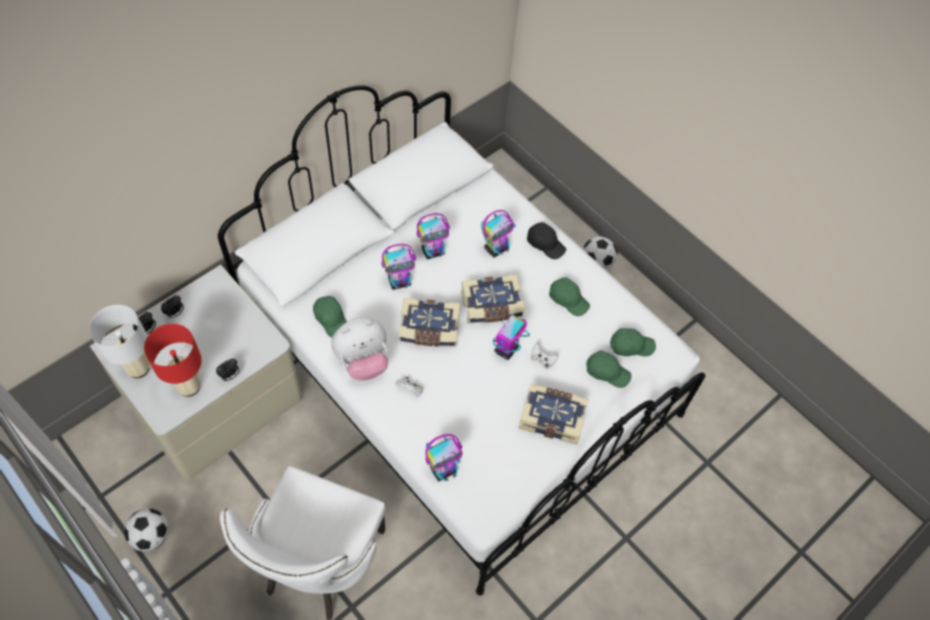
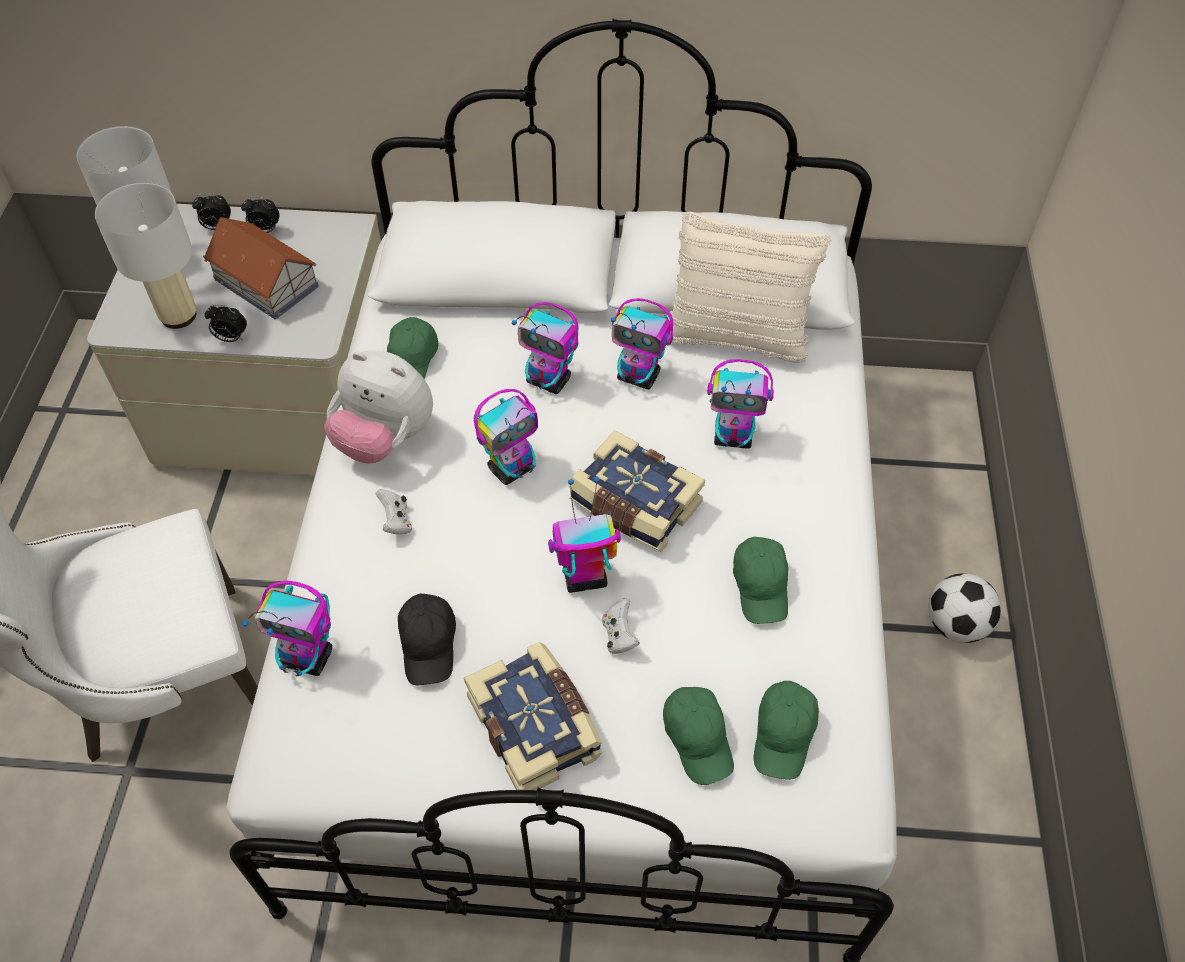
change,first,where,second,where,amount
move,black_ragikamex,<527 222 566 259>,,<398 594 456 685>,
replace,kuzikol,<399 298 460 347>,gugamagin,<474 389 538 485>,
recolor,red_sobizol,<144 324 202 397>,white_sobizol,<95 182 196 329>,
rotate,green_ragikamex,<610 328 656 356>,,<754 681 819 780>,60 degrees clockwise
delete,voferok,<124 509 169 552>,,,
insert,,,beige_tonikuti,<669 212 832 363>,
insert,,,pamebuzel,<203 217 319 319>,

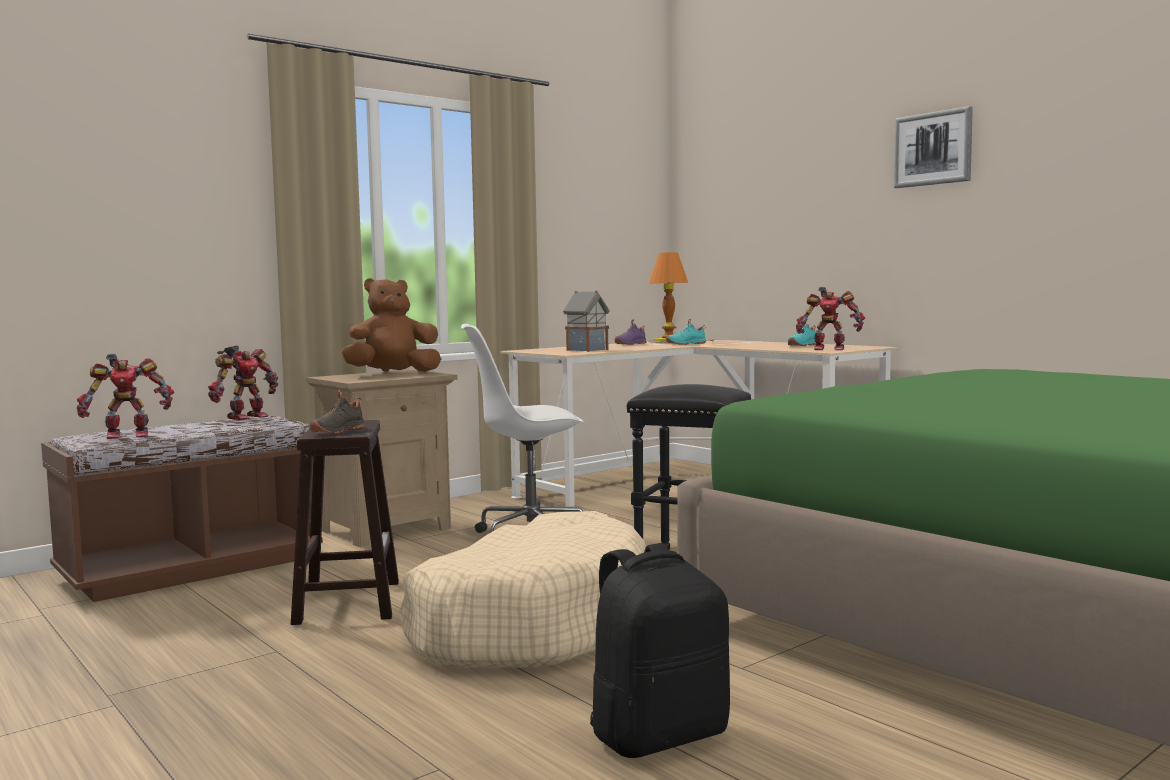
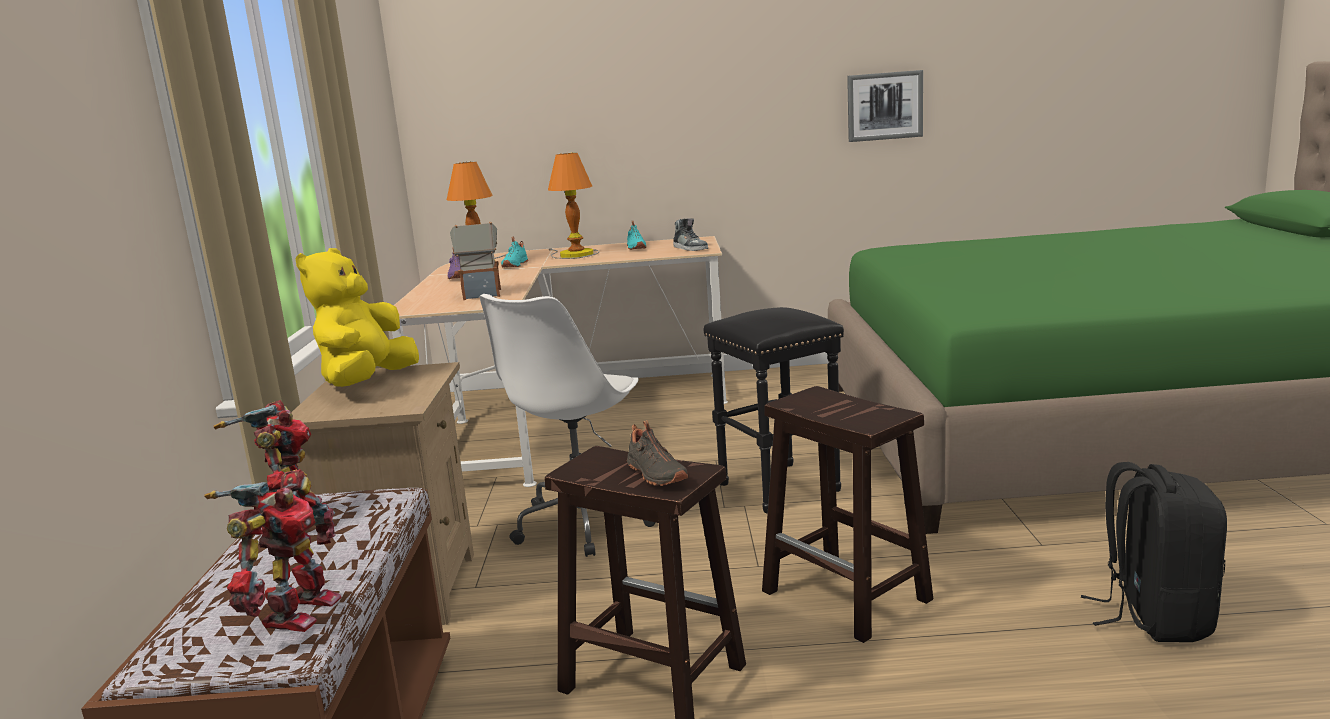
change,first,where,second,where,amount
move,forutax,<894 106 973 188>,,<847 70 923 142>,
recolor,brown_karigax,<342 278 441 372>,yellow_karigax,<295 248 419 387>,
replace,gugamagin,<796 287 865 350>,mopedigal,<673 219 708 251>,
replace,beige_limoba,<401 511 646 668>,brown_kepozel,<762 386 933 643>,
insert,,,sobizol,<548 152 599 259>,

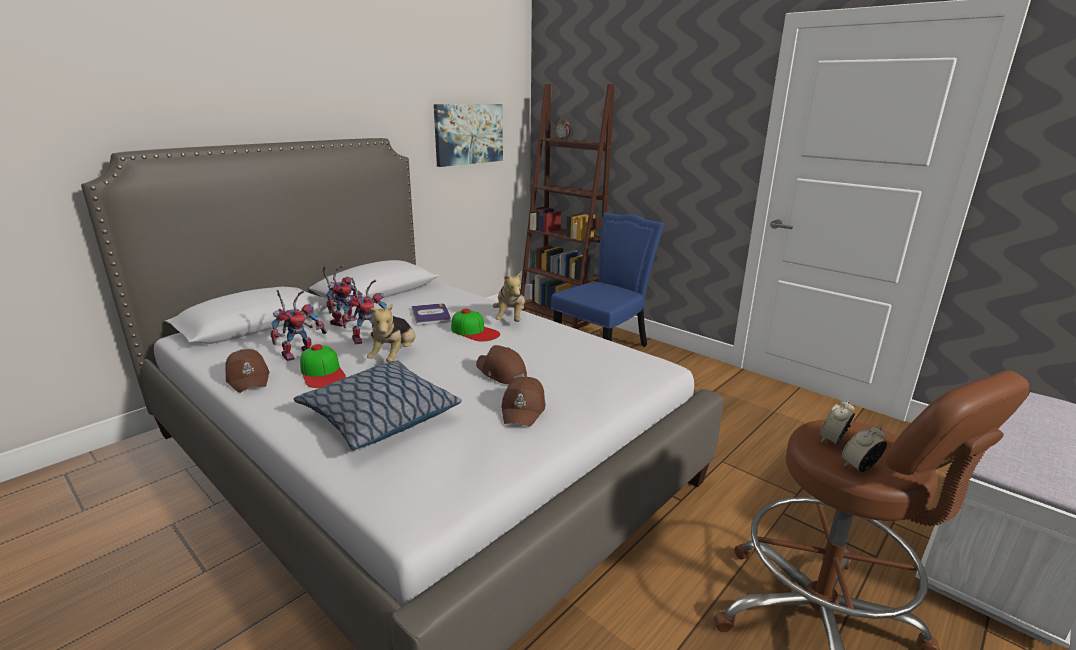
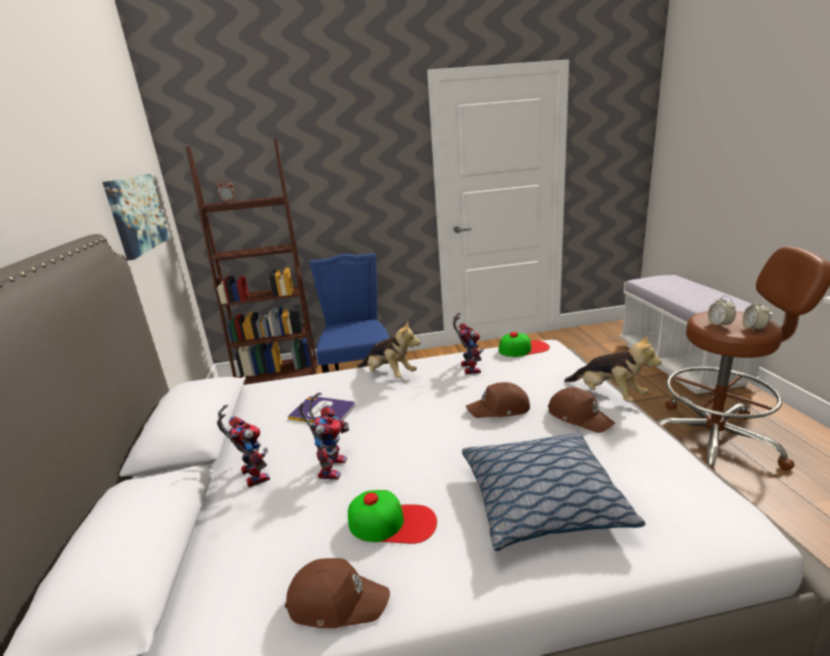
change,first,where,second,where,amount
move,gugamagin,<271 290 327 361>,,<453 313 484 374>,
move,karigax,<367 304 416 362>,,<564 334 662 402>,
move,ragikamex,<451 309 500 341>,,<499 332 550 357>,

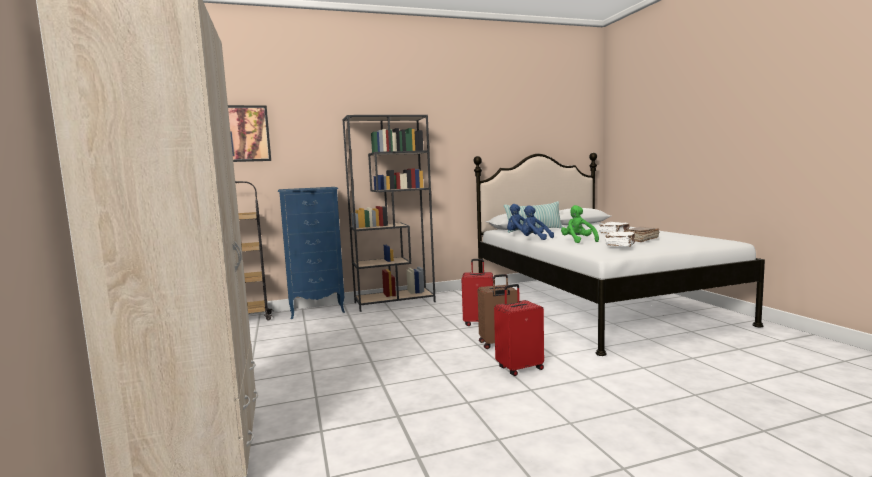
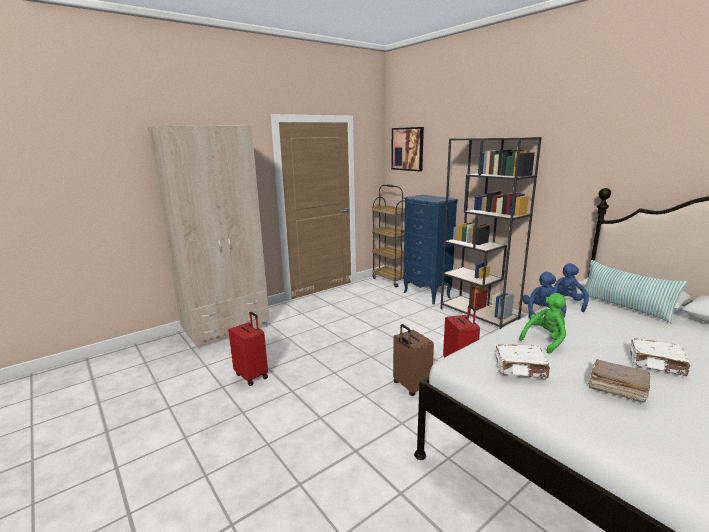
change,first,where,second,where,amount
move,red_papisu,<494 284 544 376>,,<228 312 268 386>,

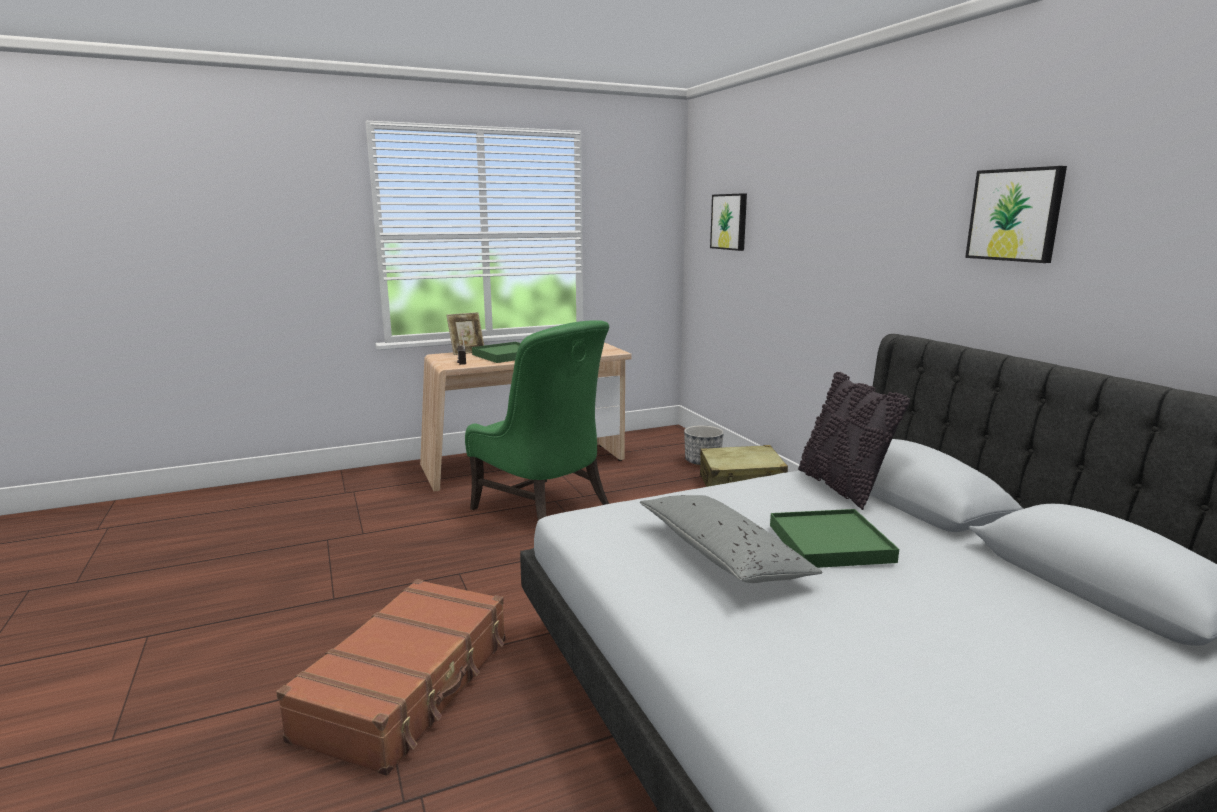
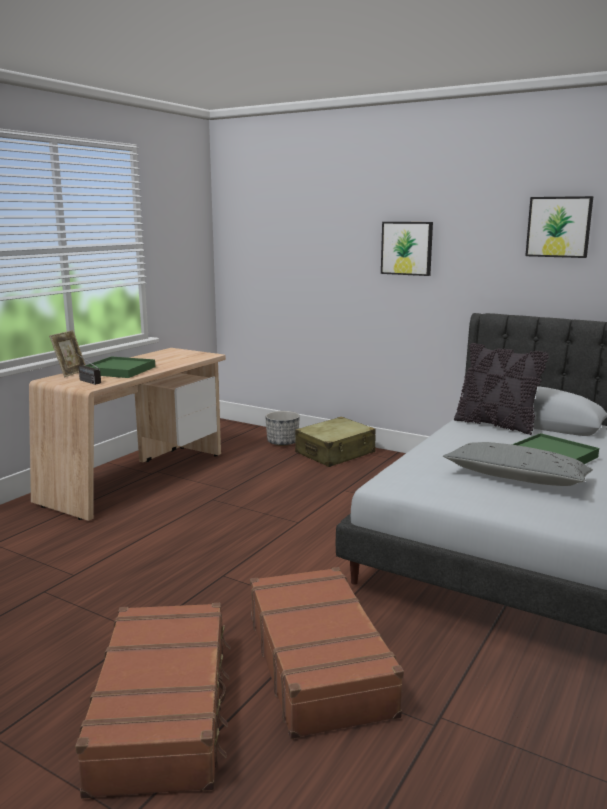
change,first,where,second,where,amount
move,forutax,<710 193 747 251>,,<381 222 433 276>,
delete,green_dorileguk,<465 320 609 521>,,,
insert,,,brown_papisu,<75 603 230 798>,

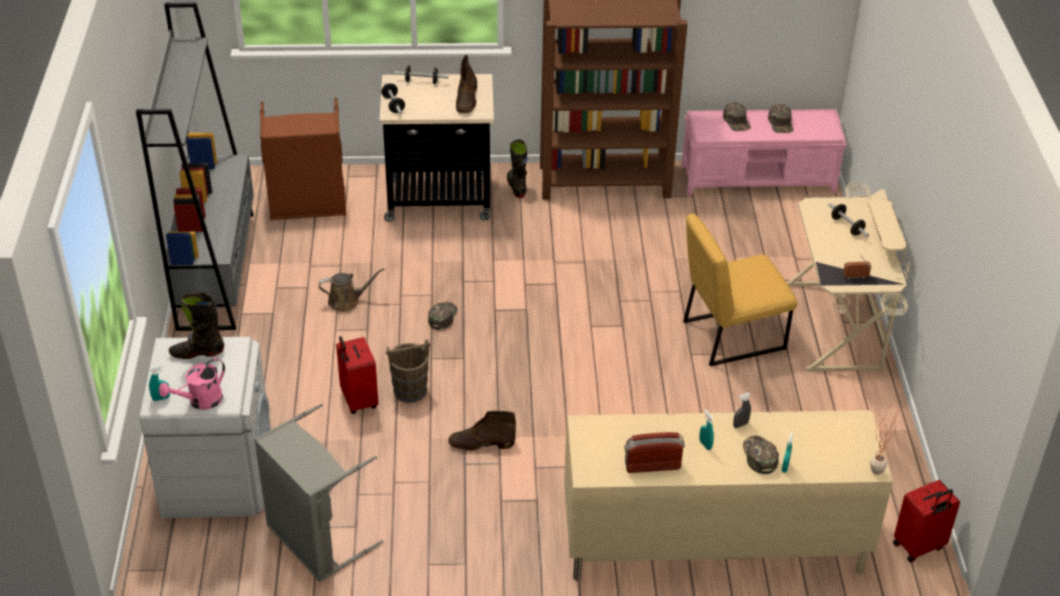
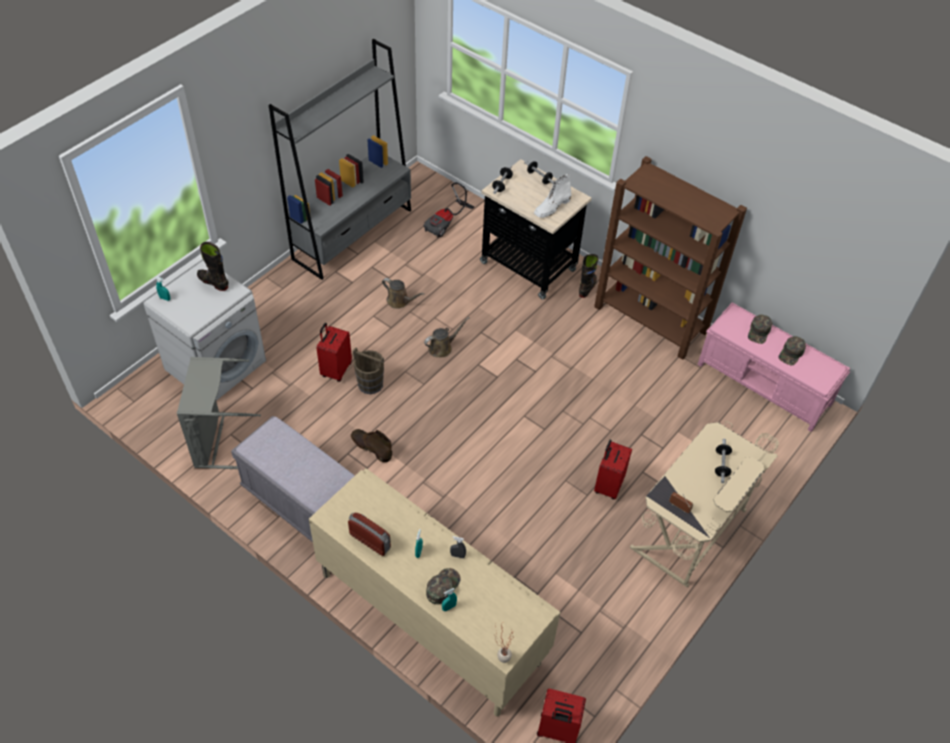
change,first,where,second,where,amount
recolor,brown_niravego,<456 55 477 113>,white_niravego,<534 174 571 218>,
replace,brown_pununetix,<260 97 346 221>,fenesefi,<424 182 474 238>,
replace,yellow_dorileguk,<683 213 797 366>,red_papisu,<594 439 632 500>,
replace,green_ragikamex,<428 302 458 330>,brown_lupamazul,<424 317 470 358>,
delete,pink_lupamazul,<159 358 225 410>,,,
insert,,,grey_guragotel,<231 416 355 542>,

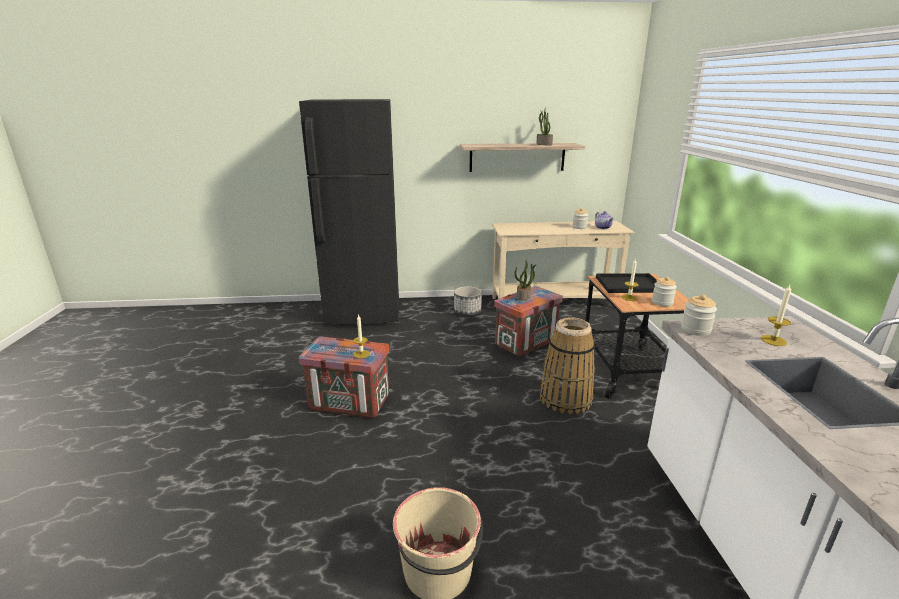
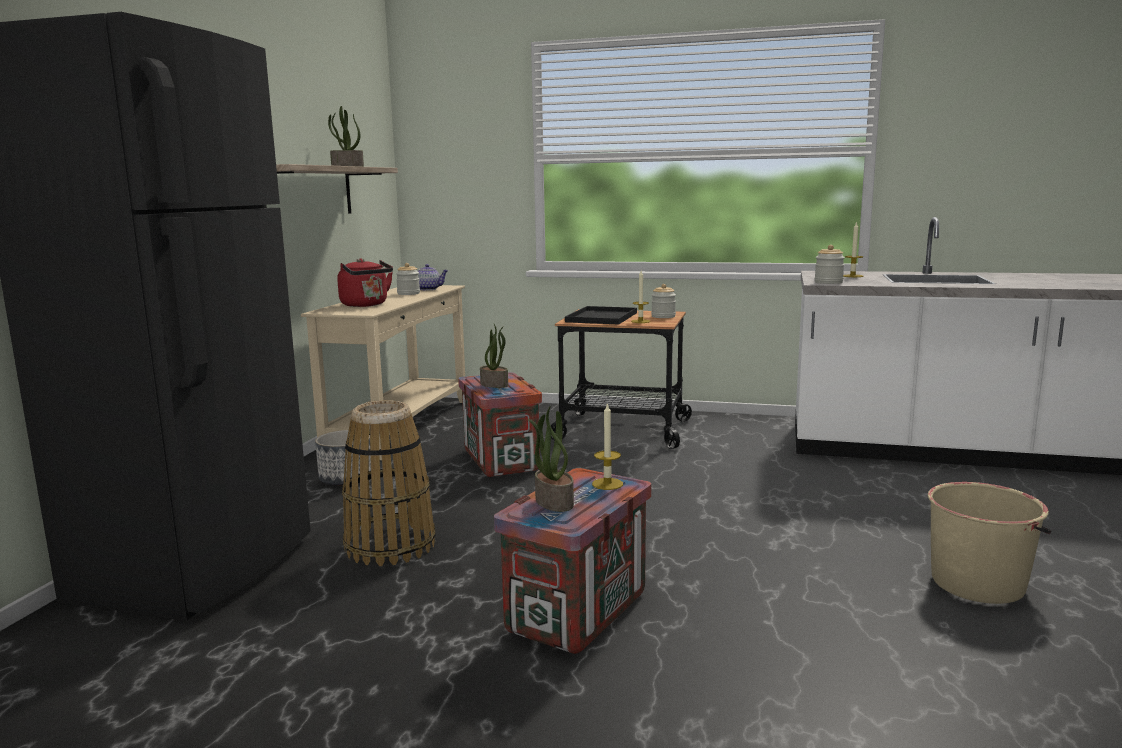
change,first,where,second,where,amount
move,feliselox,<540 317 595 414>,,<342 401 436 566>,
insert,,,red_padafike,<337 258 393 307>,
insert,,,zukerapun,<528 406 574 512>,

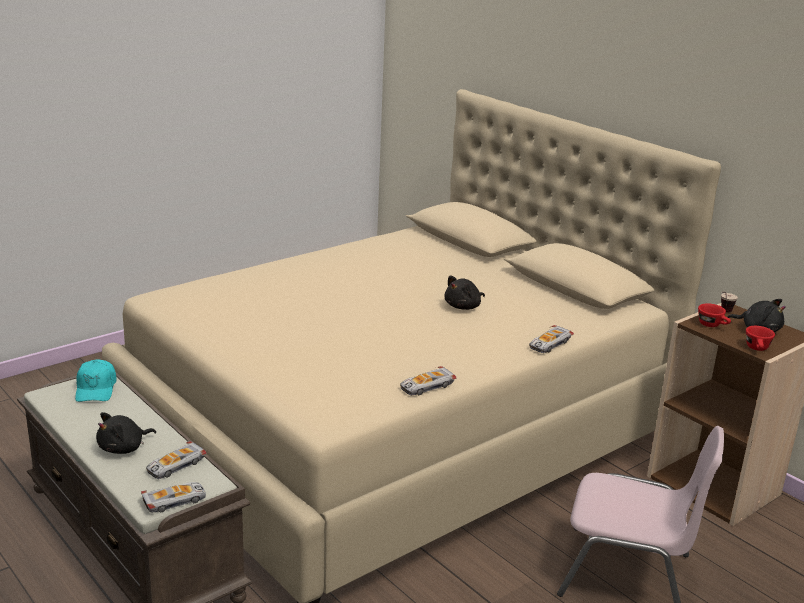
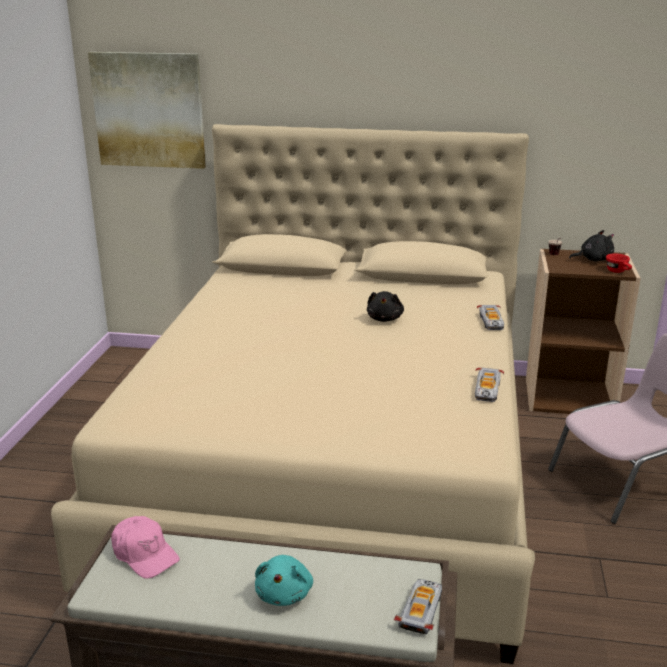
change,first,where,second,where,amount
delete,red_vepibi,<698 303 731 327>,,,
recolor,turquoise_ragikamex,<75 359 116 402>,pink_ragikamex,<111 516 180 579>,
recolor,black_karigax,<96 412 156 454>,turquoise_karigax,<255 555 313 606>,
delete,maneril,<146 441 207 479>,,,
insert,,,forutax,<88 52 206 169>,

